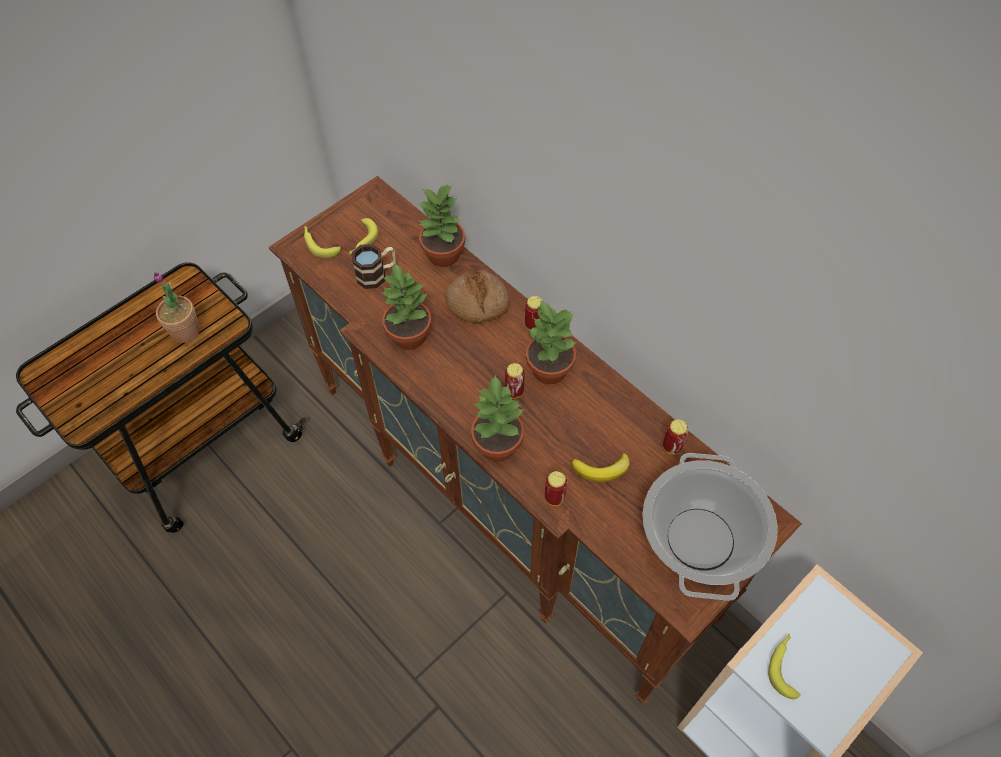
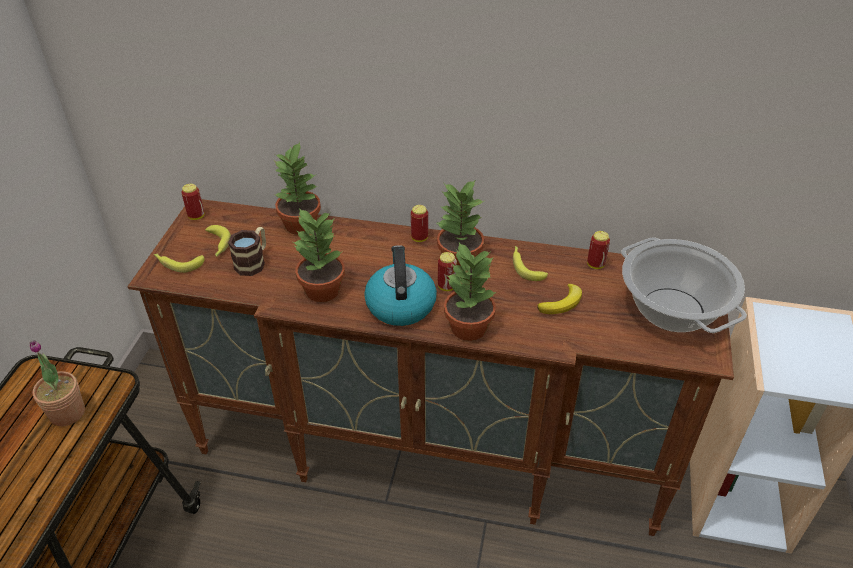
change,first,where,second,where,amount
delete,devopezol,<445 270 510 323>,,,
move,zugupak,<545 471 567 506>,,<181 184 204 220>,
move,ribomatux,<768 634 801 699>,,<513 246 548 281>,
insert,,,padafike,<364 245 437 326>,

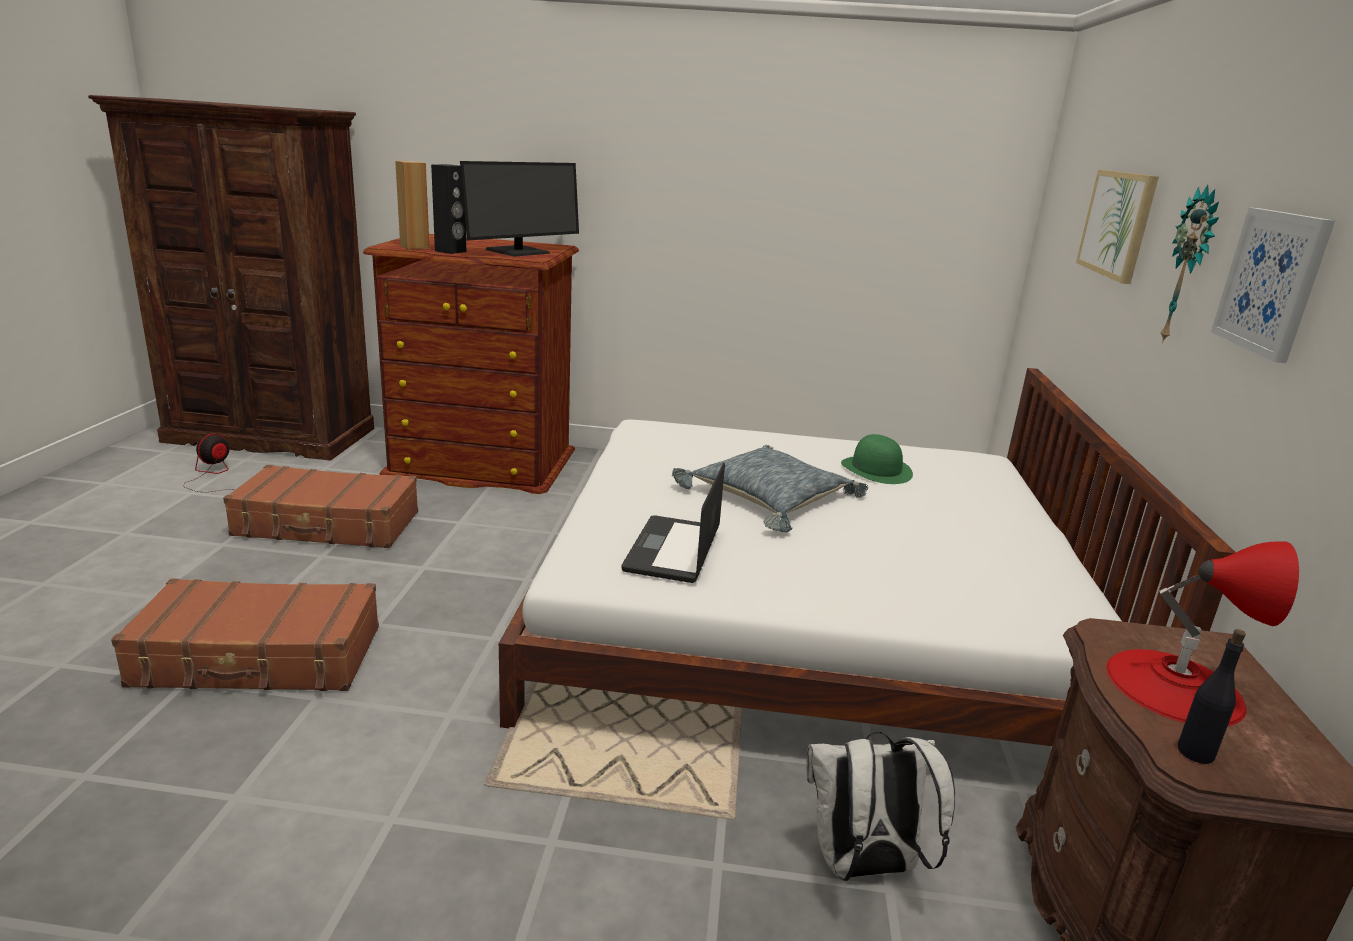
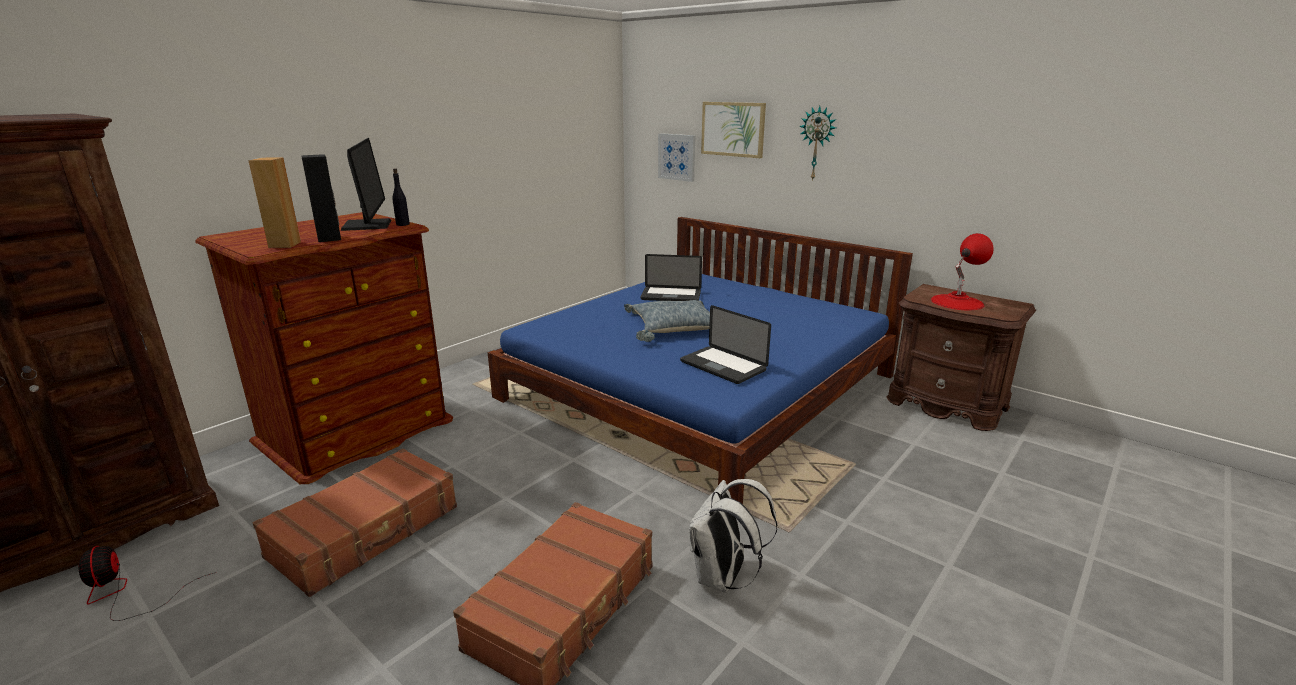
change,first,where,second,where,amount
move,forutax,<1211 208 1335 363>,,<658 133 695 182>,
recolor,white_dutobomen,<499 368 1236 746>,blue_dutobomen,<488 217 913 504>,
replace,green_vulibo,<841 434 913 484>,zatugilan,<641 254 702 301>,
move,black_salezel,<1177 629 1246 764>,,<392 168 410 226>,
move,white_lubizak,<806 732 955 881>,,<689 479 777 592>,

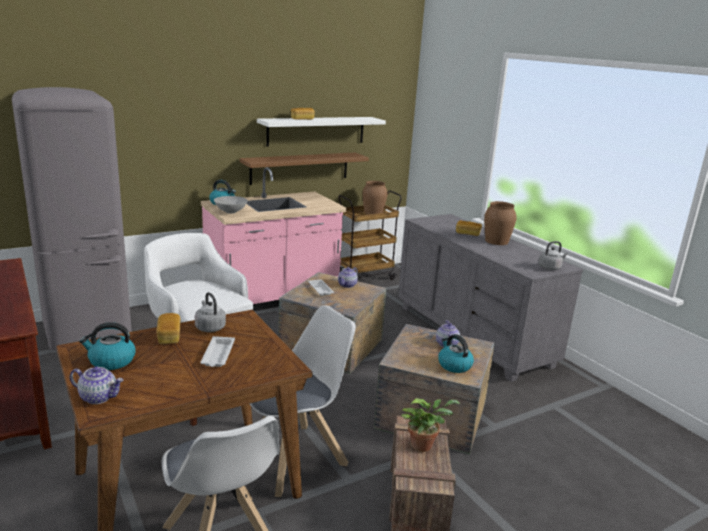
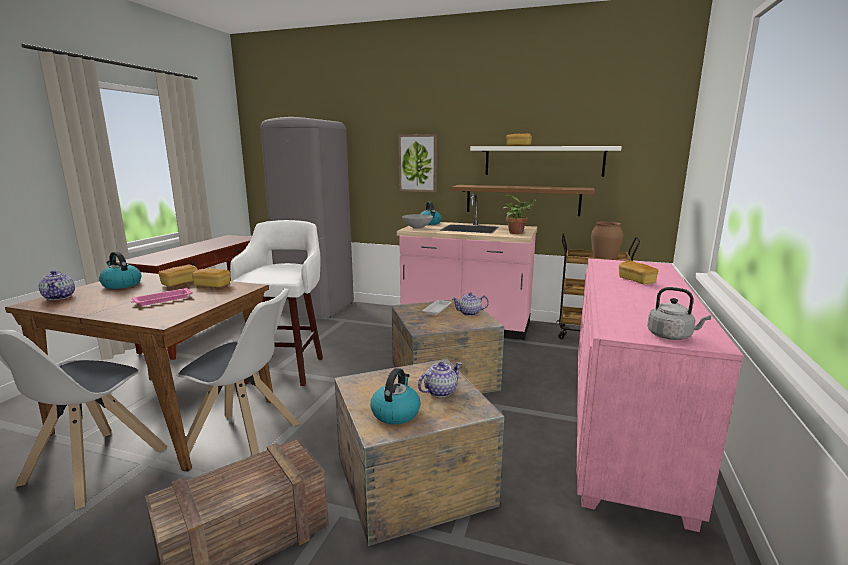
change,first,where,second,where,amount
delete,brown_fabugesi,<484 201 517 245>,,,
recolor,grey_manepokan,<398 214 583 382>,pink_manepokan,<577 258 744 532>,
replace,grey_padafike,<195 292 226 332>,devopezol,<192 269 230 287>,
recolor,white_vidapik,<201 336 235 367>,pink_vidapik,<131 288 193 306>,
move,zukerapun,<401 398 460 452>,,<503 195 536 234>,
insert,,,forutax,<398 134 437 192>,

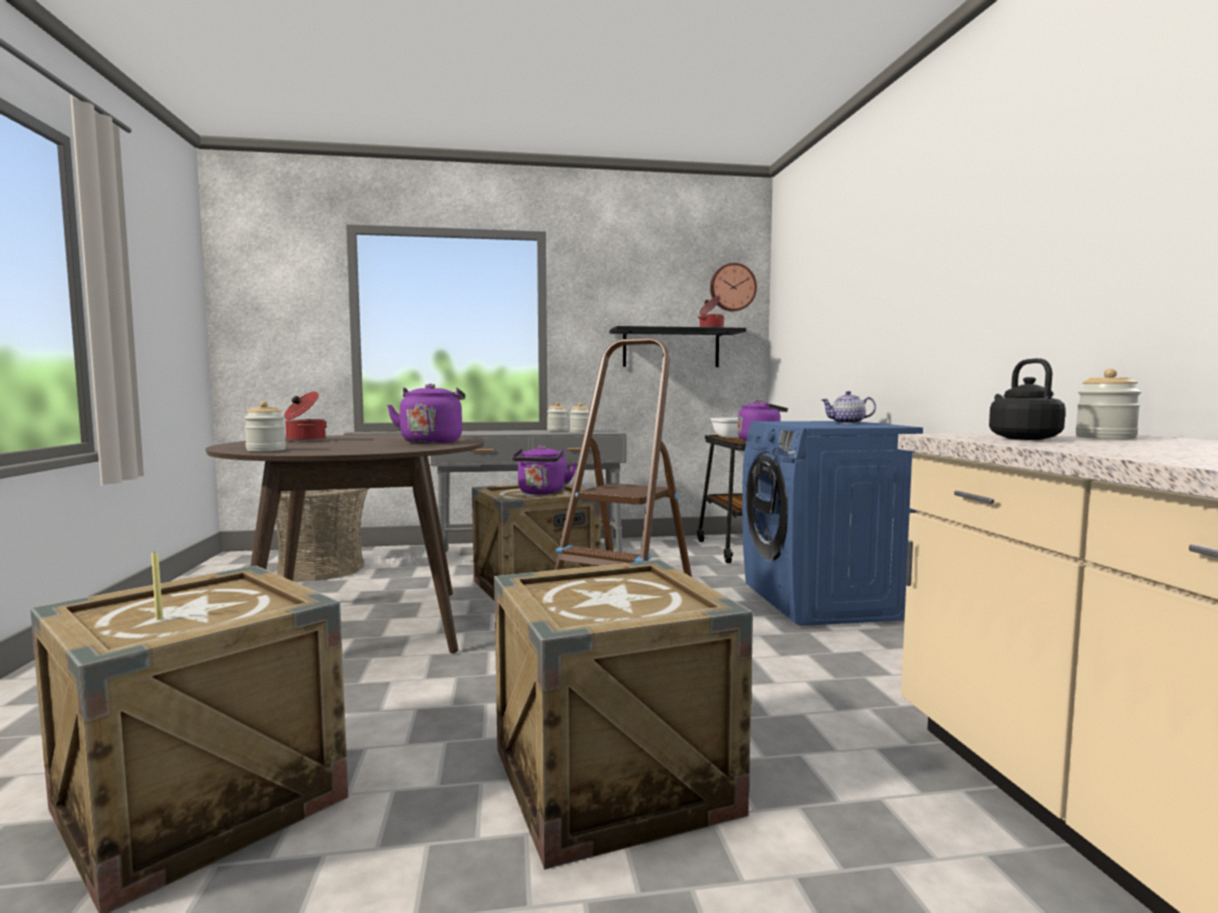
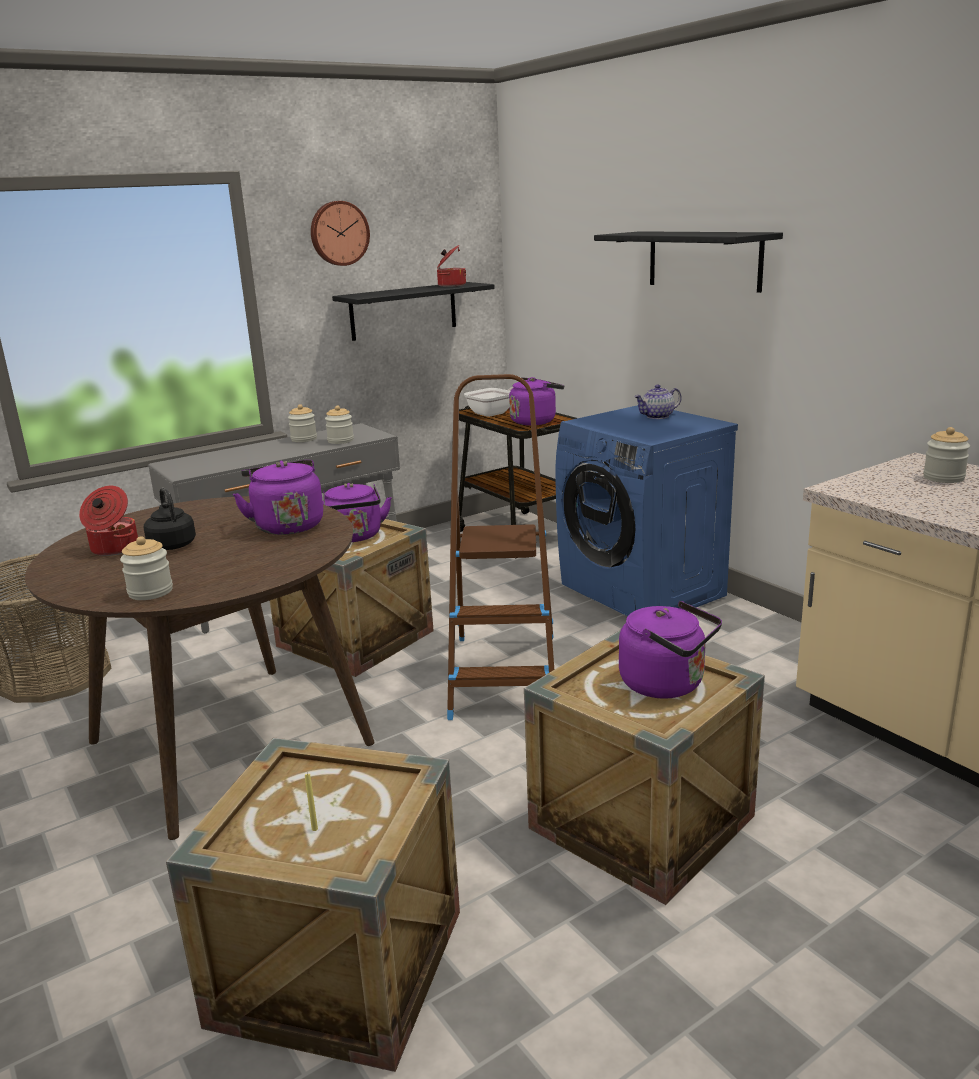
change,first,where,second,where,amount
move,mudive,<710 263 757 311>,,<311 201 370 266>,
move,black_padafike,<989 358 1066 440>,,<143 488 196 550>,
insert,,,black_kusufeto,<594 231 783 293>,
insert,,,purple_padafike,<619 601 722 699>,

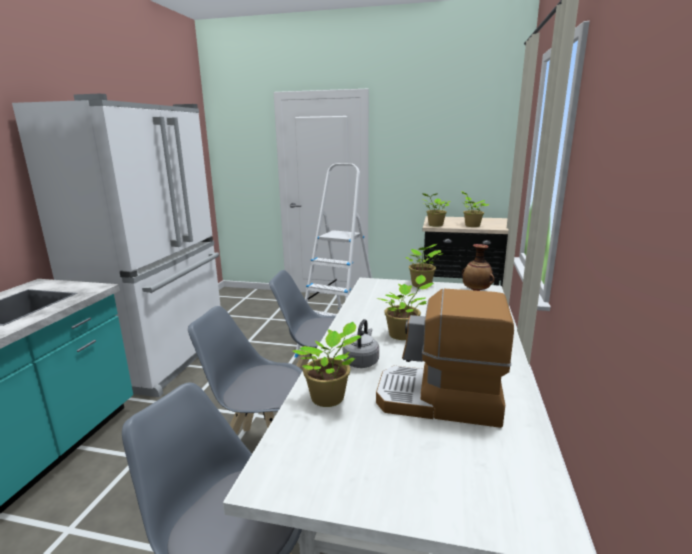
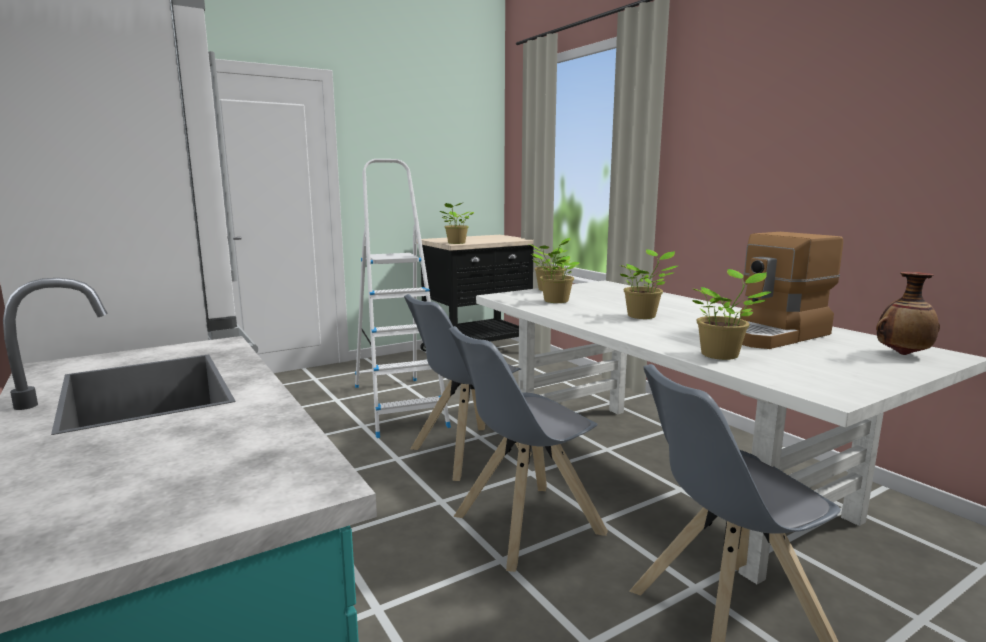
change,first,where,second,where,amount
move,zukerapun,<461 191 490 227>,,<529 244 580 303>,
move,fabugesi,<462 244 495 291>,,<876 272 940 355>,
delete,grey_padafike,<343 319 379 368>,,,

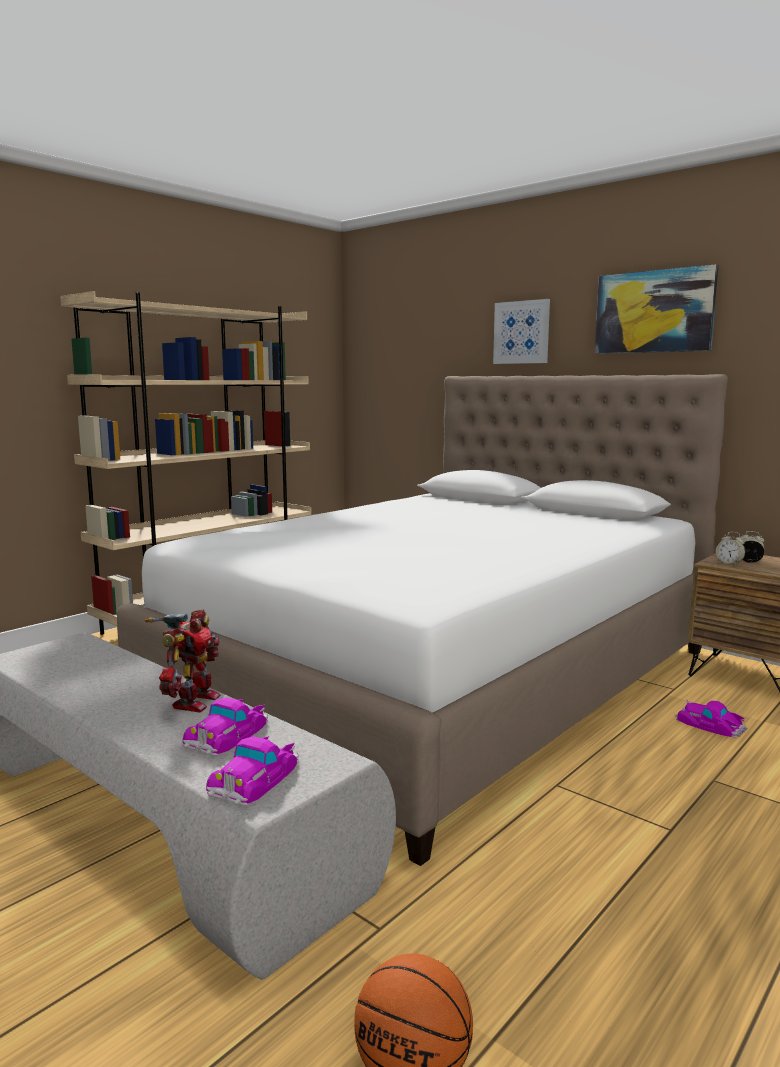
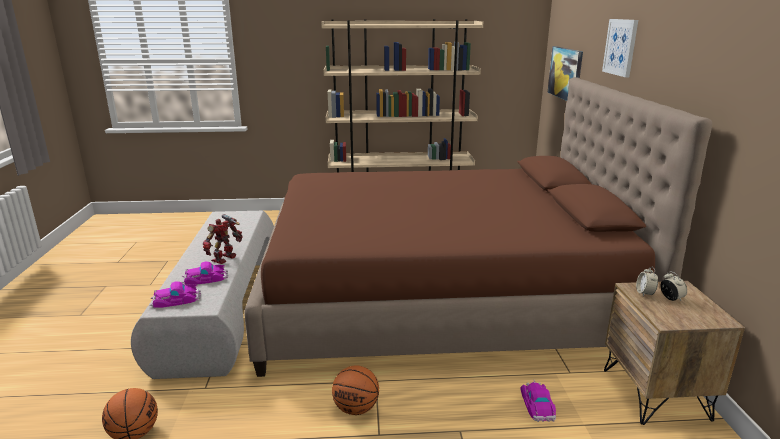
change,first,where,second,where,amount
move,forutax,<595 264 719 354>,,<548 46 583 101>,
recolor,white_dutobomen,<117 374 728 866>,brown_dutobomen,<244 77 712 377>,
rotate,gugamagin,<145 609 220 713>,,<203 214 243 264>,150 degrees clockwise
insert,,,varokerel,<332 366 379 415>,

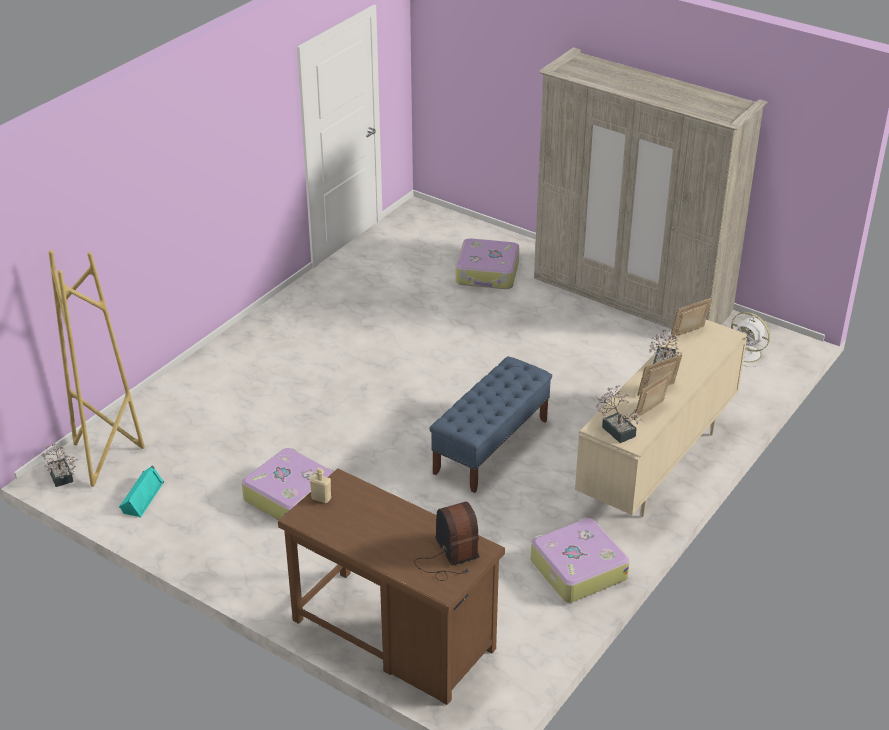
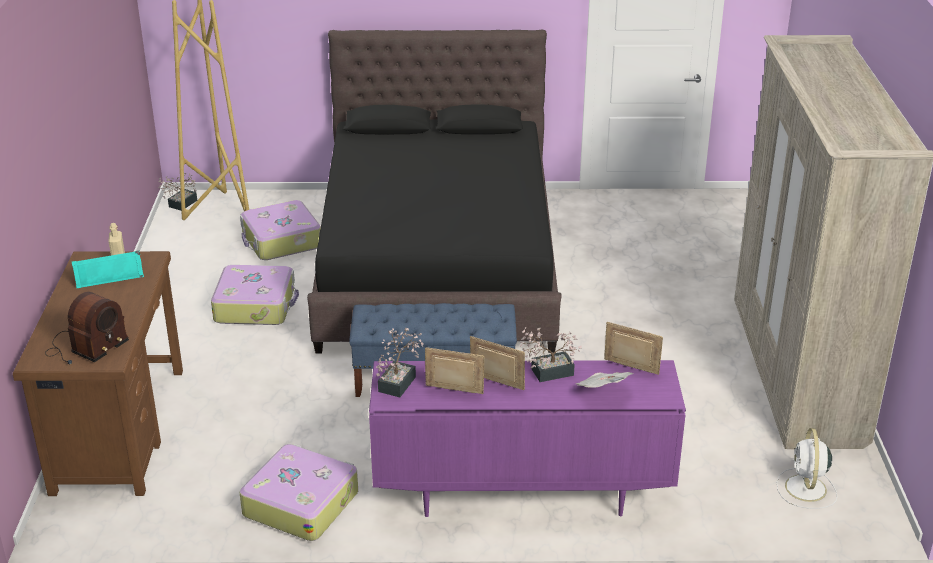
change,first,where,second,where,amount
move,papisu,<456 238 520 289>,,<240 200 321 260>,
recolor,beige_manepokan,<575 320 748 517>,purple_manepokan,<369 360 686 517>,
move,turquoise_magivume,<119 465 164 517>,,<72 251 144 288>,
insert,,,black_dutobomen,<307 29 562 353>,
insert,,,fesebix,<576 372 634 388>,

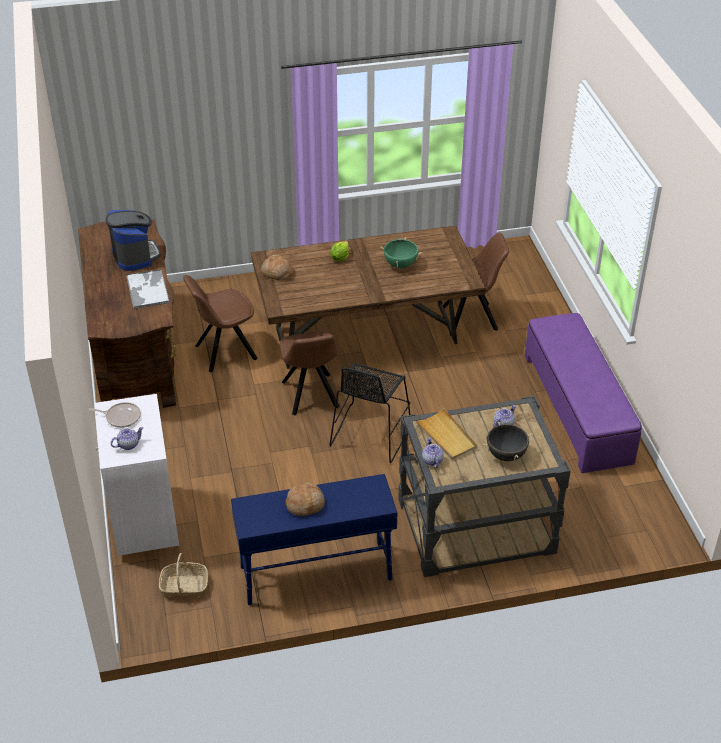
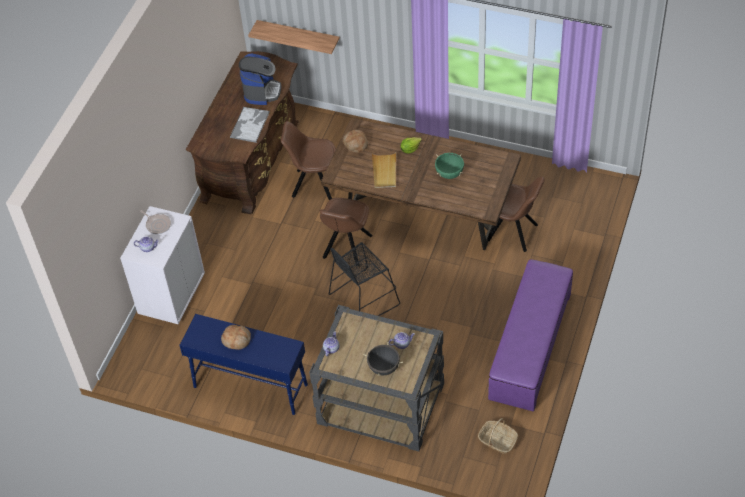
change,first,where,second,where,amount
move,beige_vidapik,<415 408 477 460>,,<372 153 396 188>,
move,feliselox,<159 553 208 597>,,<478 418 518 454>,
insert,,,kusufeto,<248 20 340 54>,

